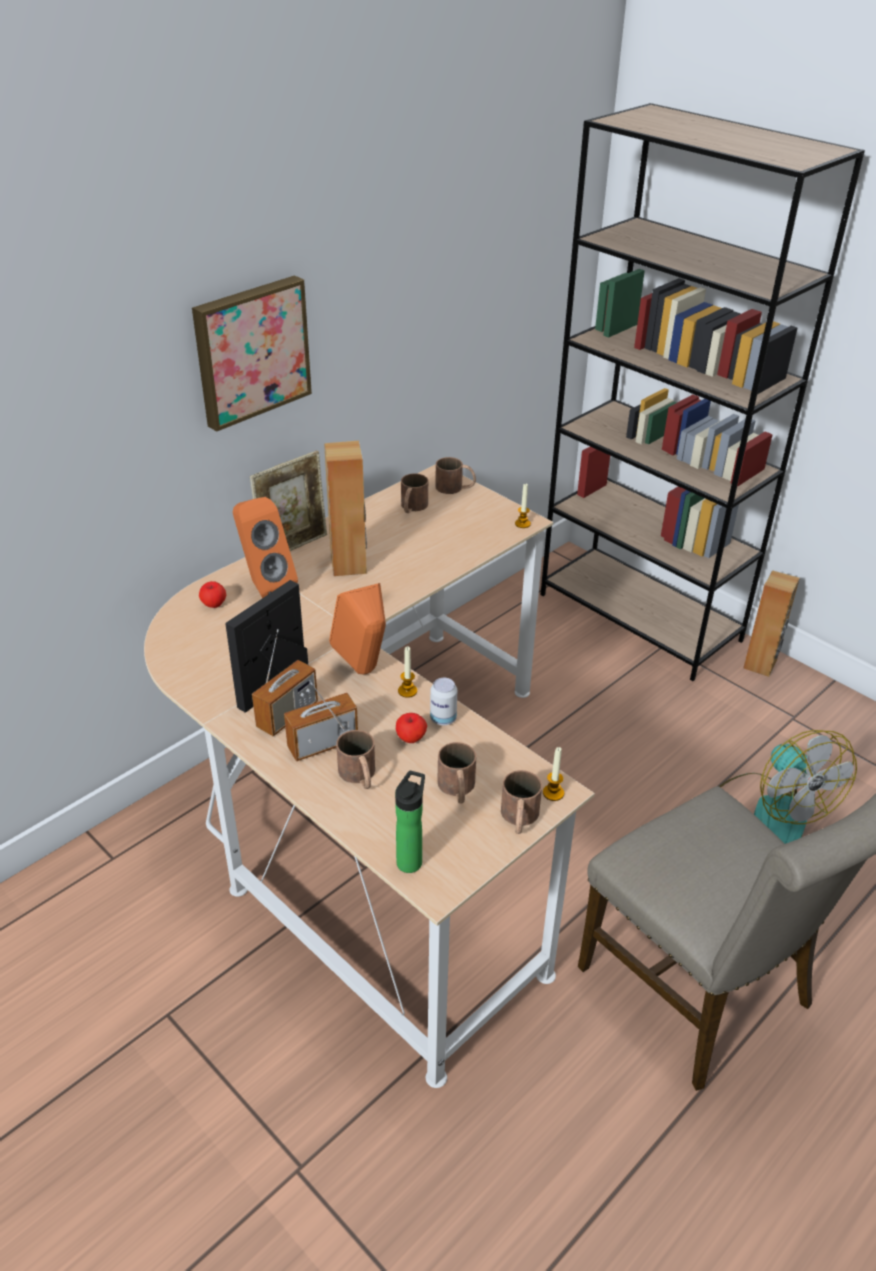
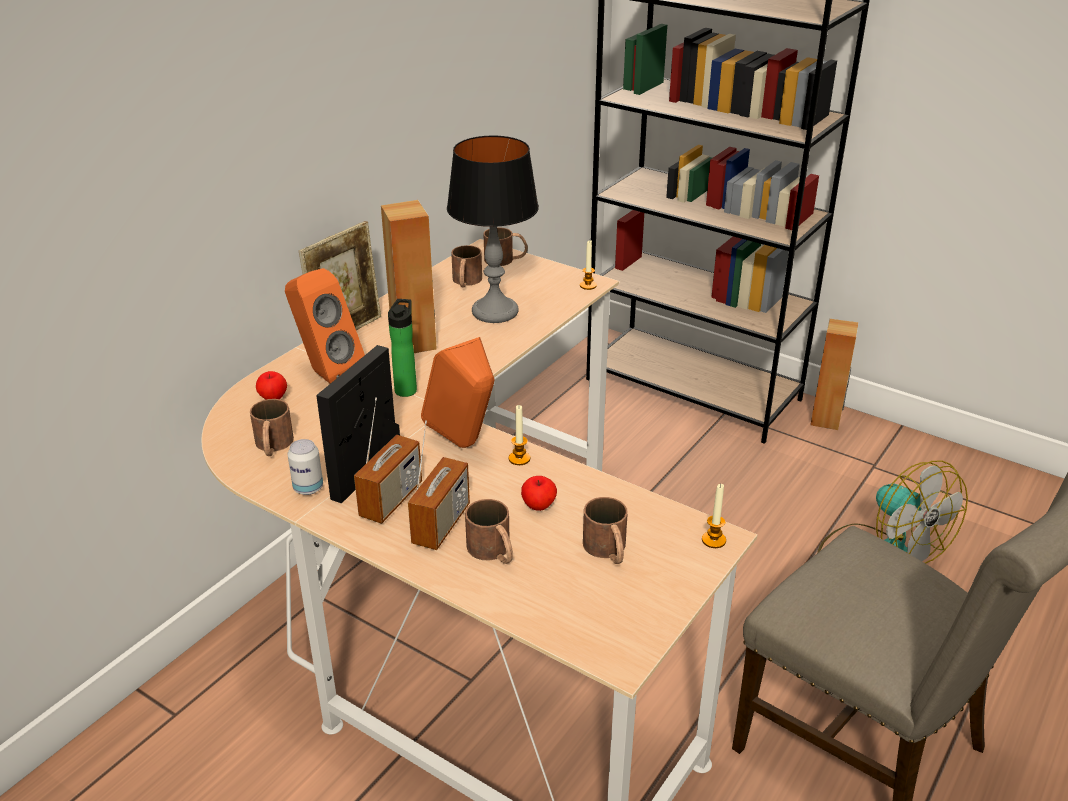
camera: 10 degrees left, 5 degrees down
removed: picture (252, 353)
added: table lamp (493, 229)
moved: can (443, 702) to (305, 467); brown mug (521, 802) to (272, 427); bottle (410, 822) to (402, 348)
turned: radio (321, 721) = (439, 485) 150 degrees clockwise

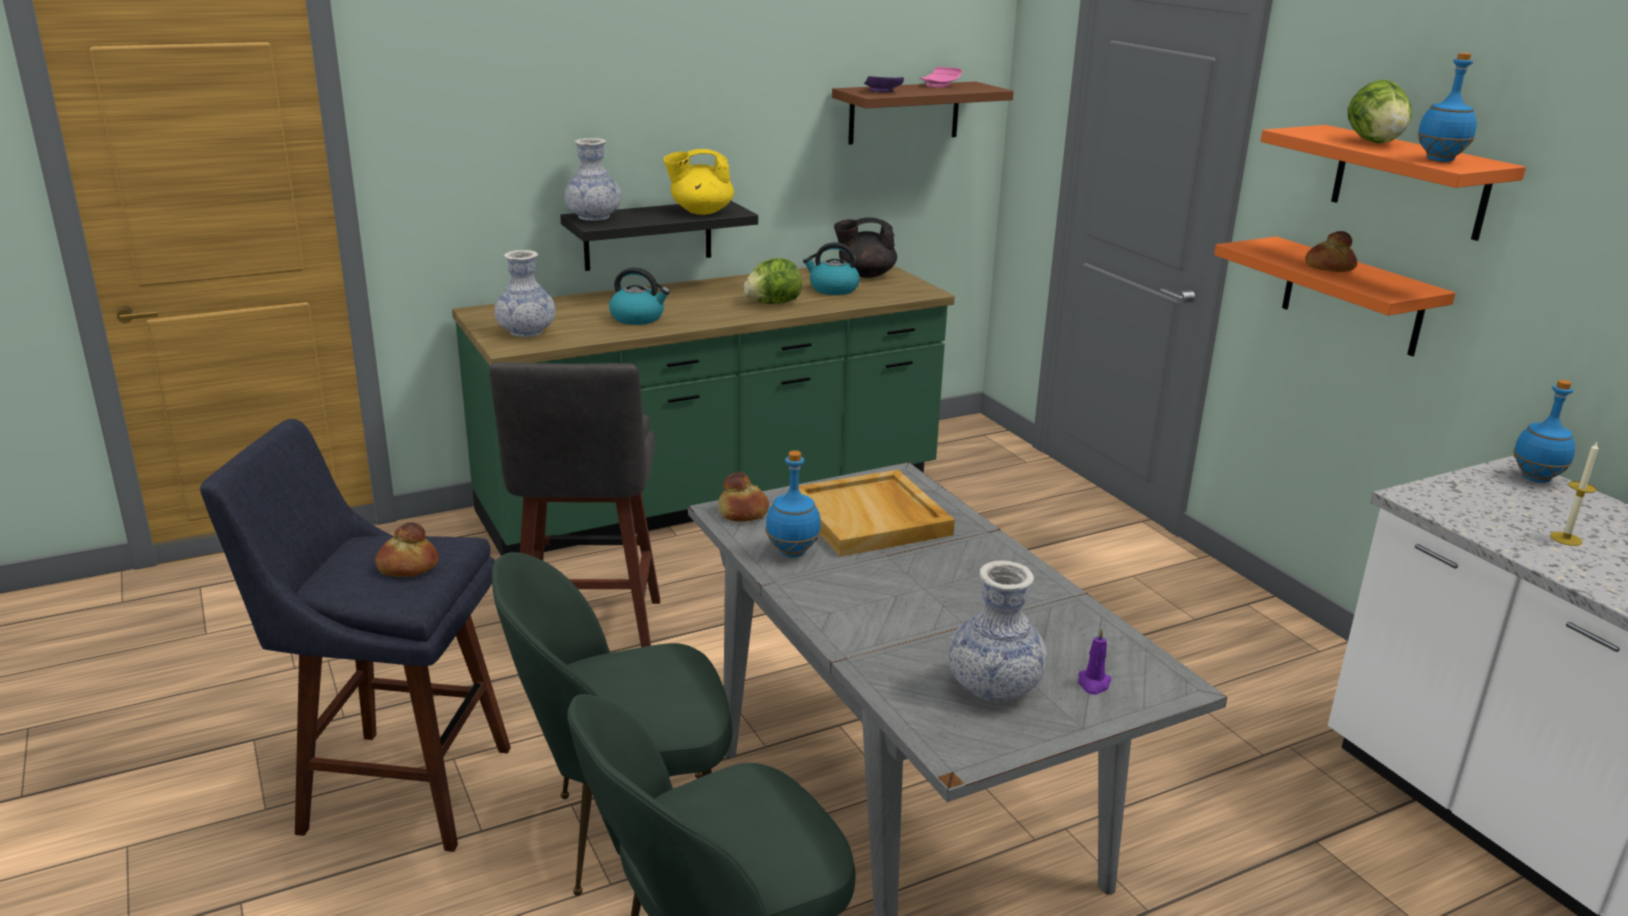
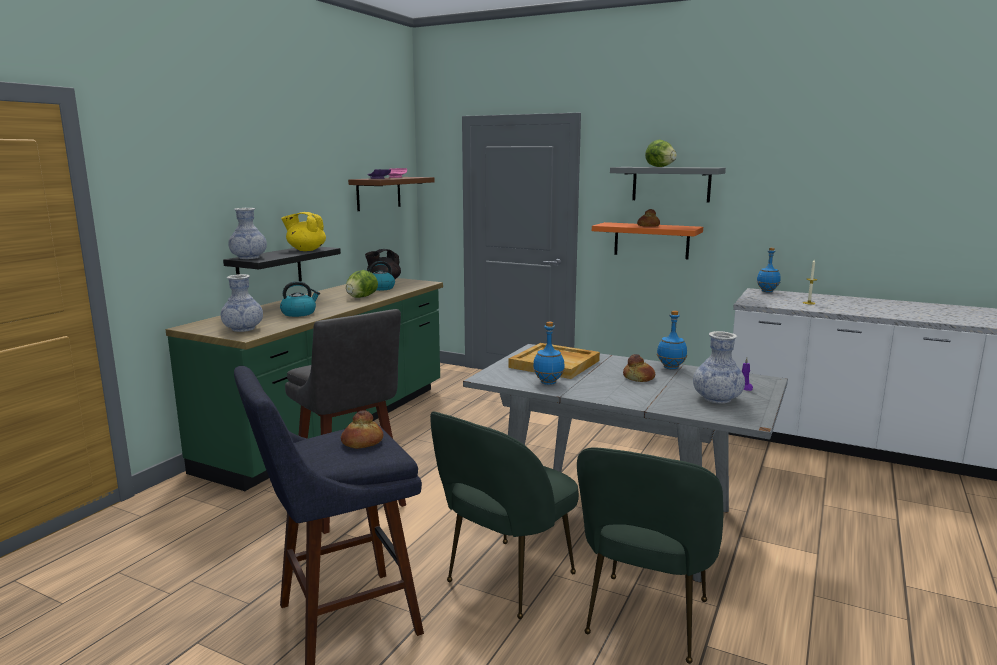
camera: 35 degrees left, 10 degrees down
moved: blue bottle (1447, 107) to (672, 340); bread (743, 497) to (639, 368)
recoloured: orange shelf (1393, 183) to grey shelf (668, 185)
turned: yellow teapot (698, 182) = (303, 231) 60 degrees clockwise

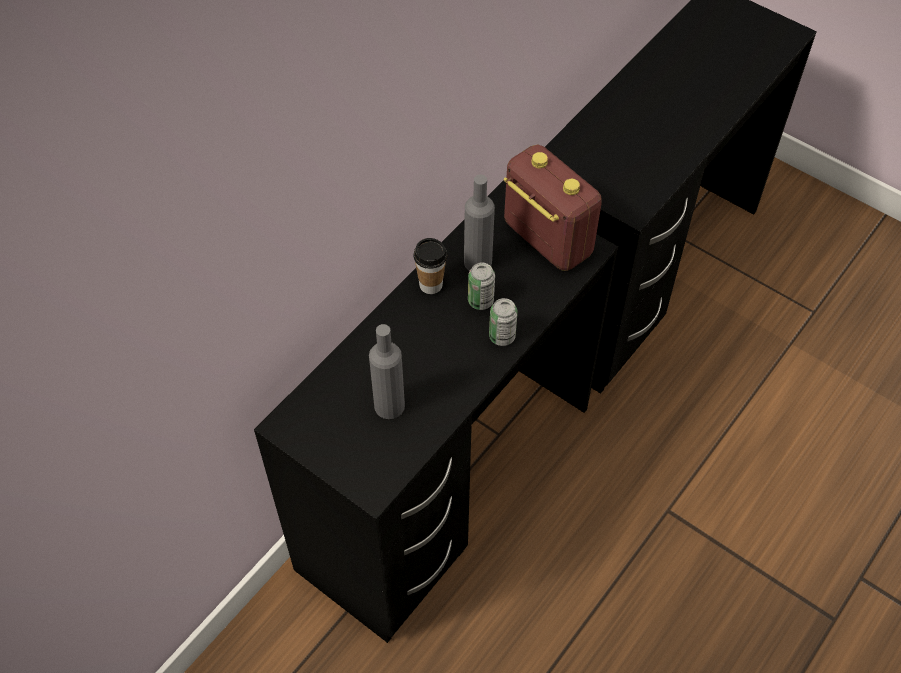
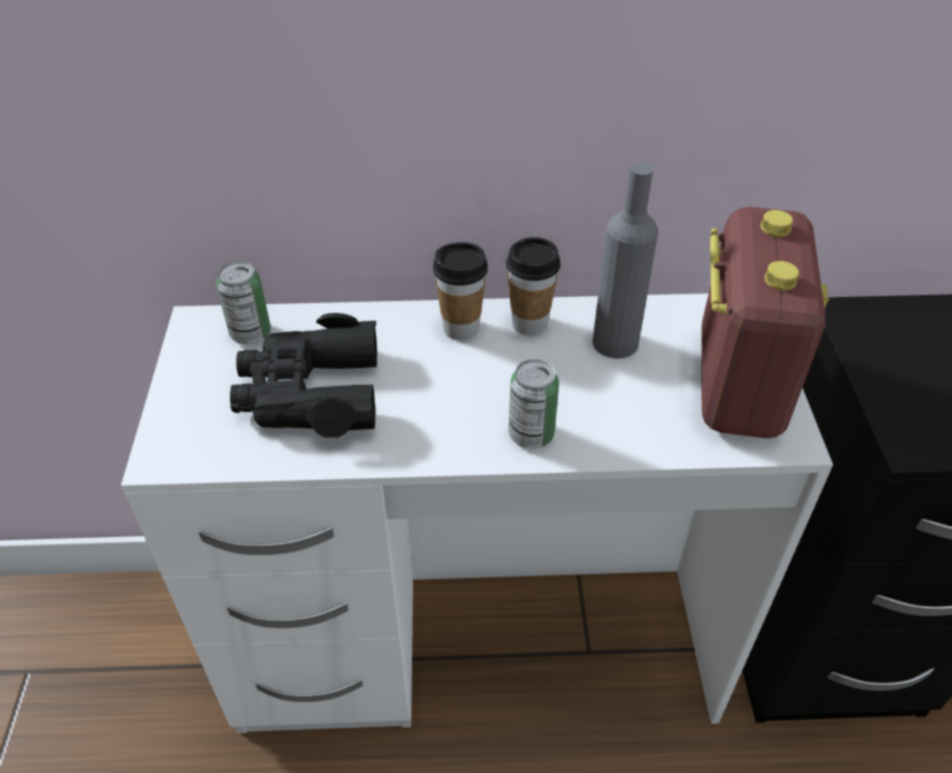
camera: 50 degrees right, 10 degrees down
added: cup (460, 291)
moved: can (481, 286) to (243, 302)
replaced: grey bottle (387, 371) to black binoculars (303, 375)
recoloured: black desk (436, 412) to white desk (477, 513)

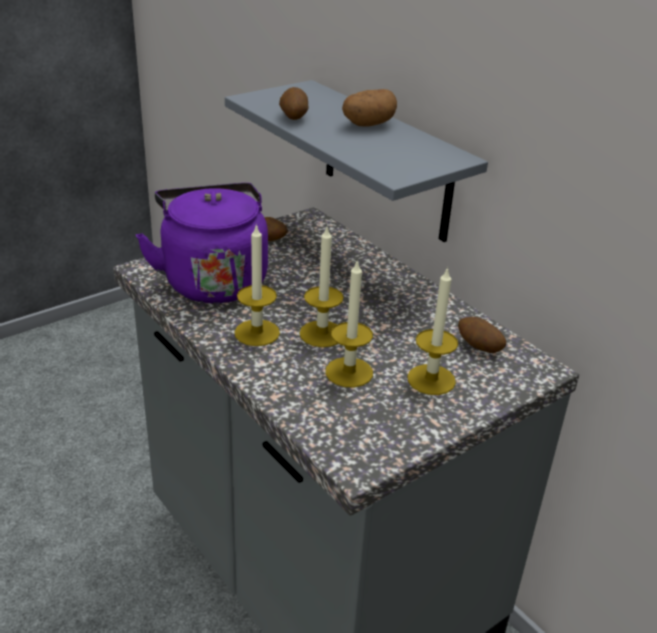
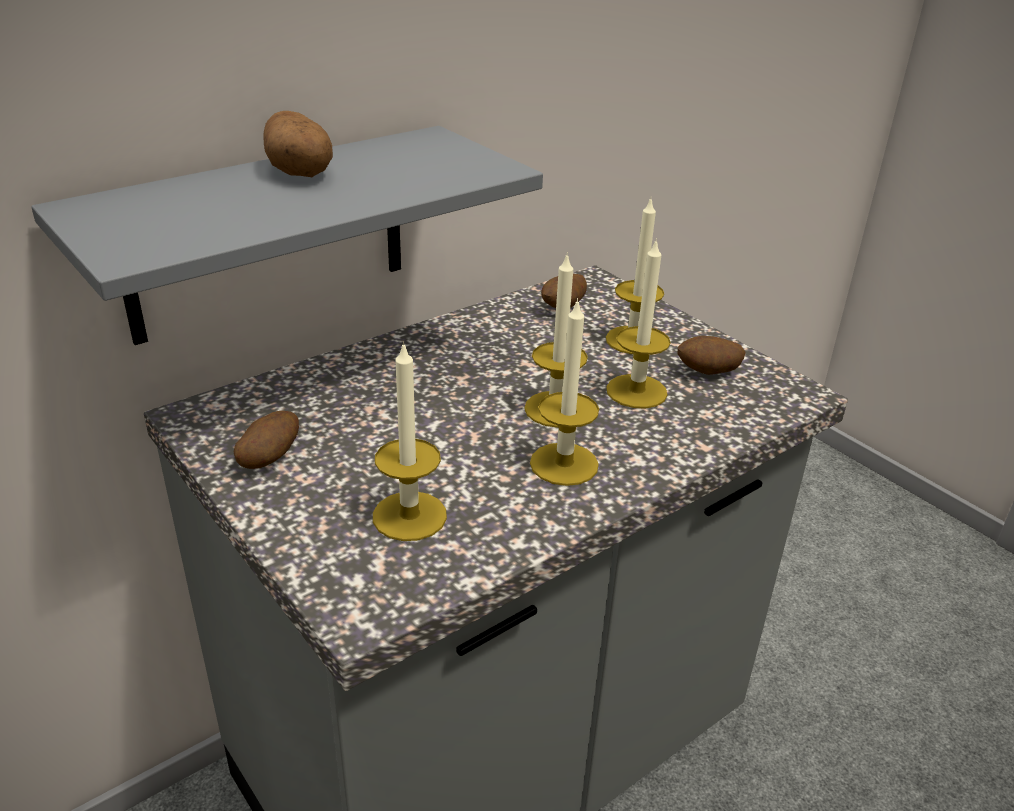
camera: 90 degrees left, 0 degrees up
moved: potato (294, 103) to (711, 355)
replaced: purple kettle (202, 243) to candle (410, 441)

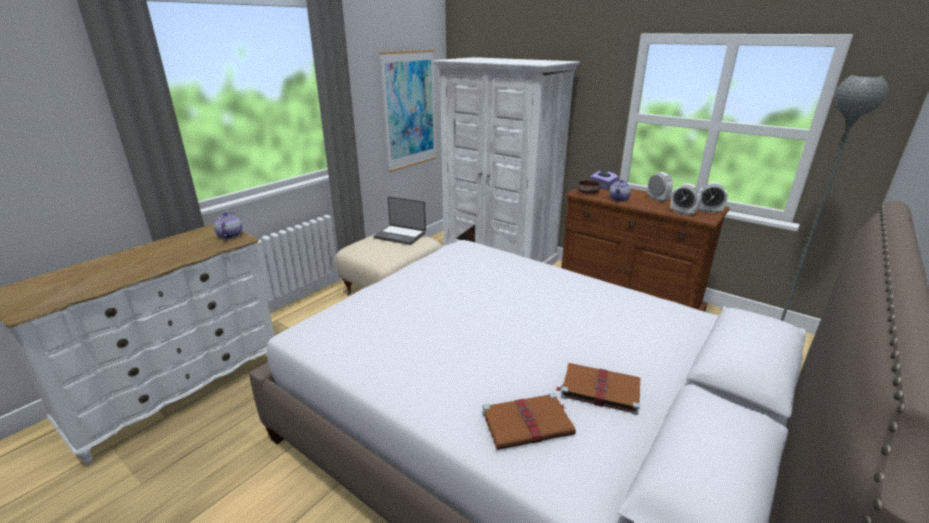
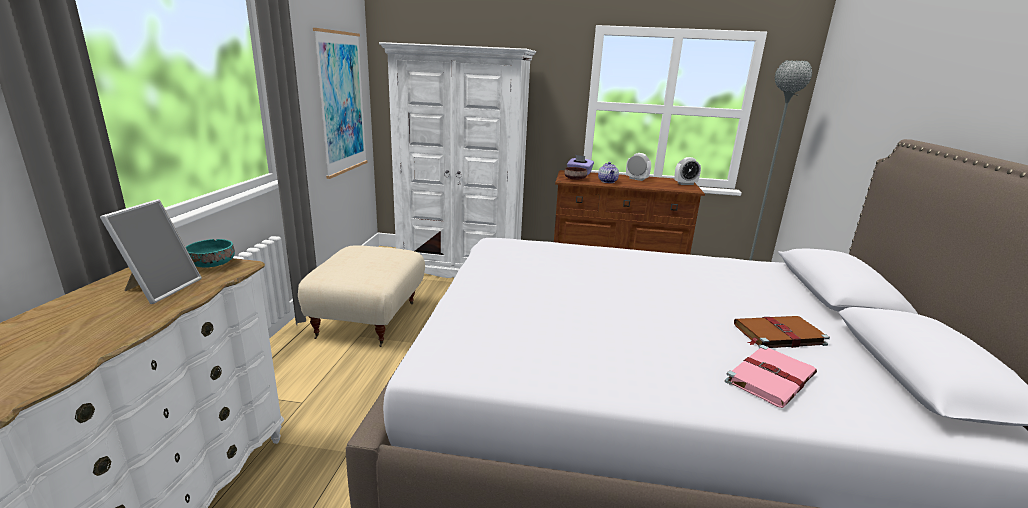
camera: 30 degrees left, 5 degrees down
removed: alarm clock (686, 199); laptop (399, 220)
added: picture frame (151, 251)
replaced: teapot (228, 225) to turquoise bowl (210, 253)
recoloured: brown book (529, 421) to pink book (771, 376)

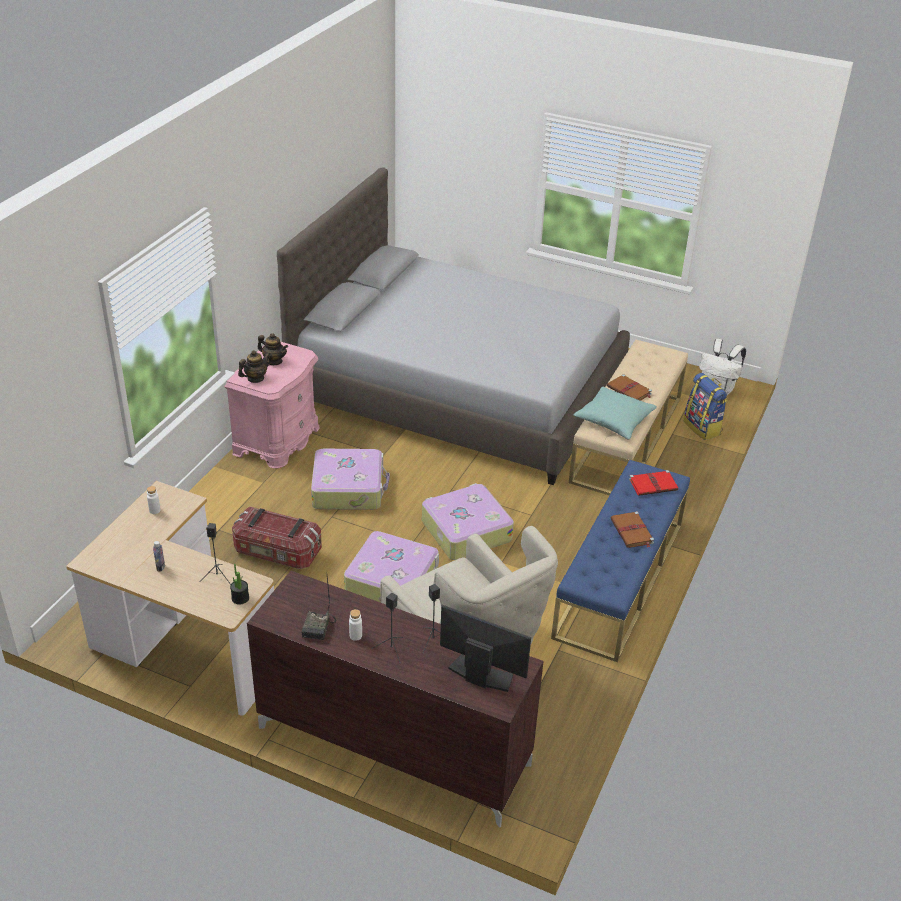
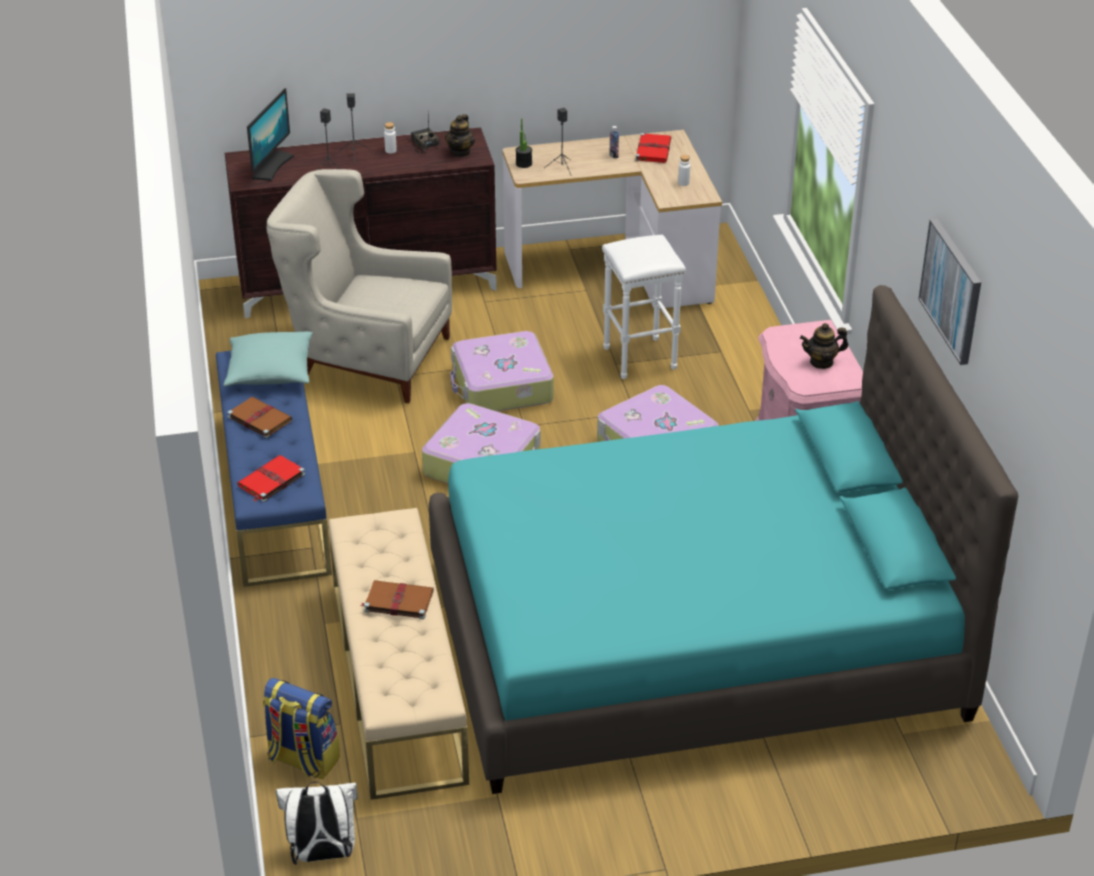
camera: 145 degrees right, 0 degrees up
added: red book (653, 148); picture (949, 292)
moved: teapot (254, 366) to (460, 135); turquoise pillow (615, 413) to (268, 359)
replaced: storage box (277, 537) to white stool (644, 307)
recoloured: grey bed (453, 326) to turquoise bed (723, 539)
turned: monitor (485, 648) = (270, 134) 60 degrees counterclockwise

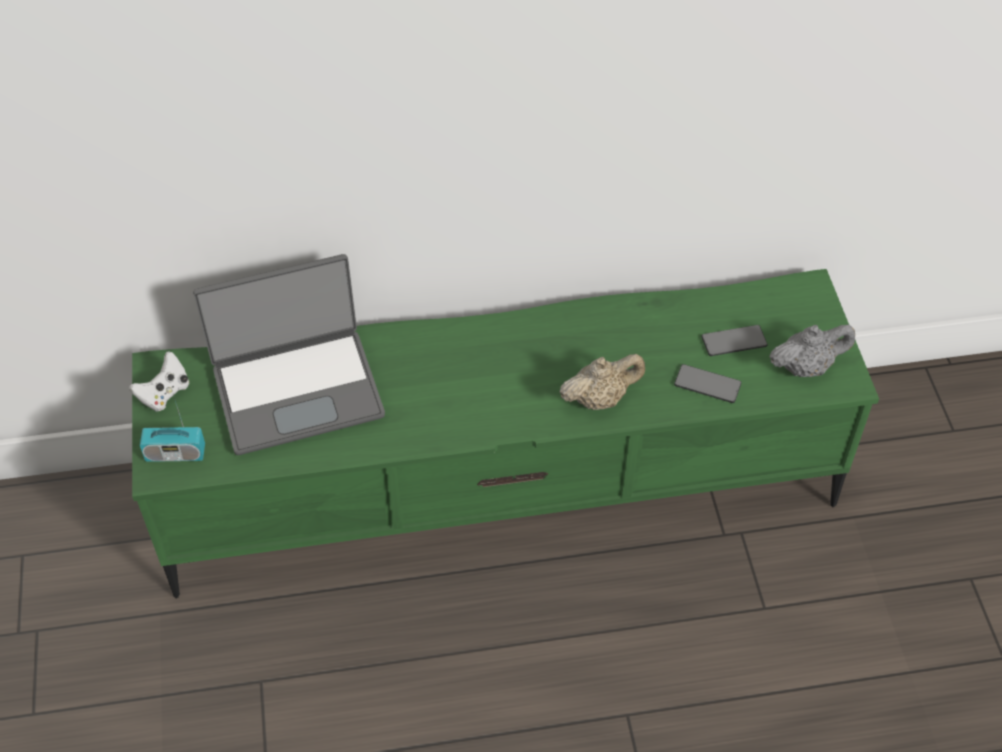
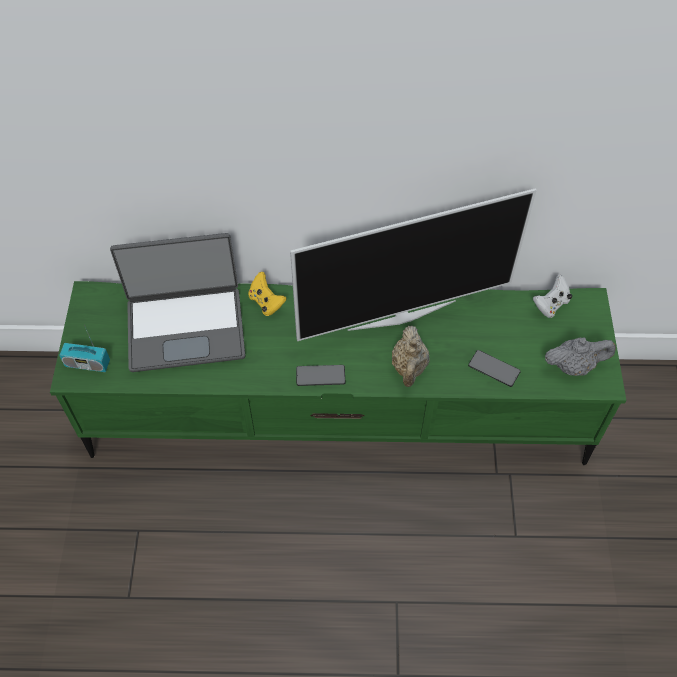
camera: 10 degrees right, 5 degrees up
added: television (413, 264); yellow game controller (267, 294)
moved: phone (734, 340) to (320, 375); white game controller (159, 381) to (552, 296)
turned: beige teapot (602, 382) = (411, 356) 105 degrees clockwise

